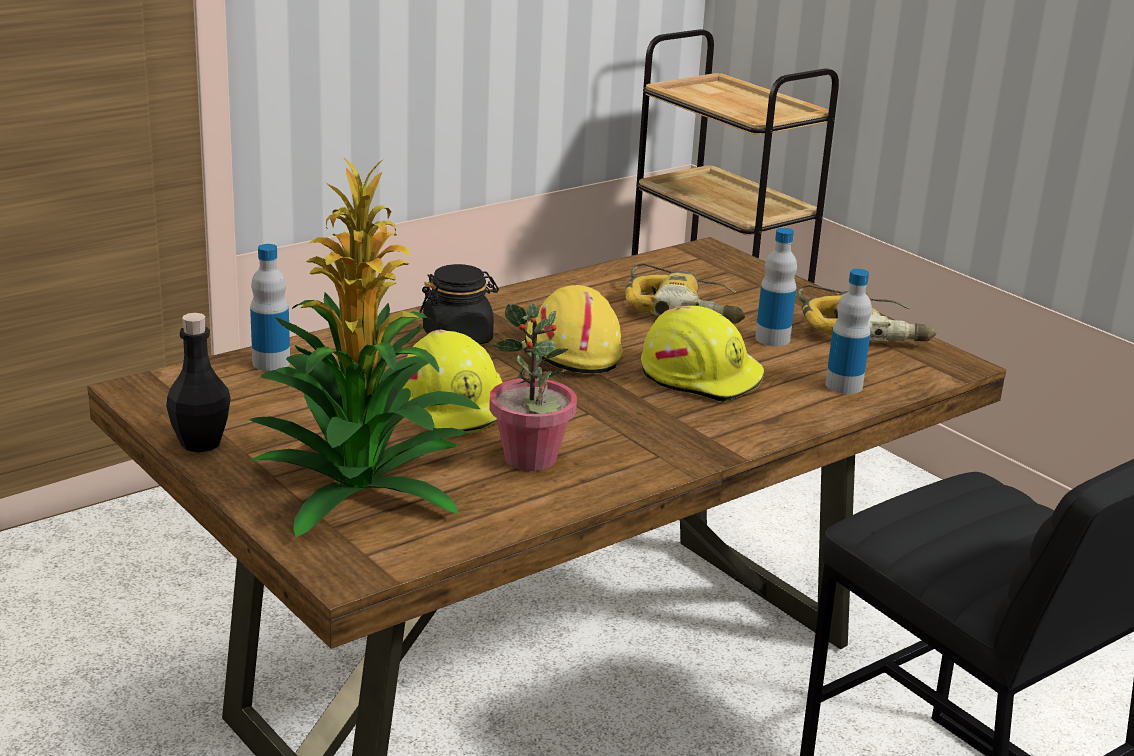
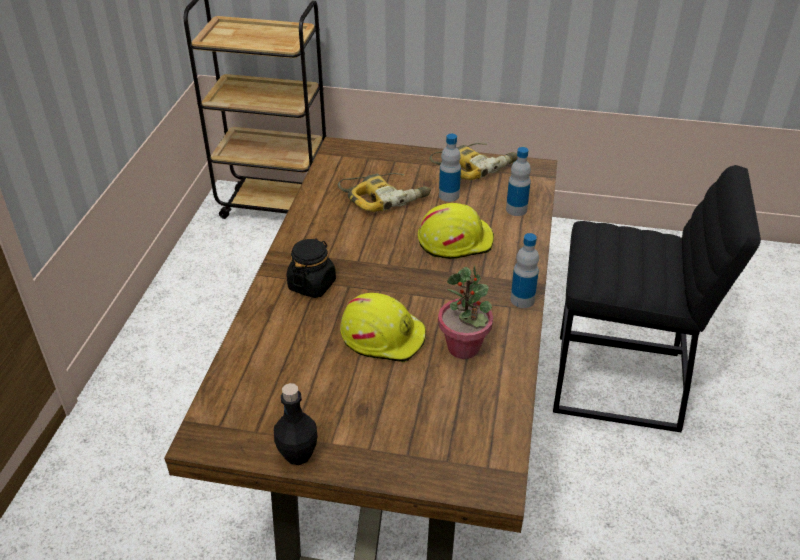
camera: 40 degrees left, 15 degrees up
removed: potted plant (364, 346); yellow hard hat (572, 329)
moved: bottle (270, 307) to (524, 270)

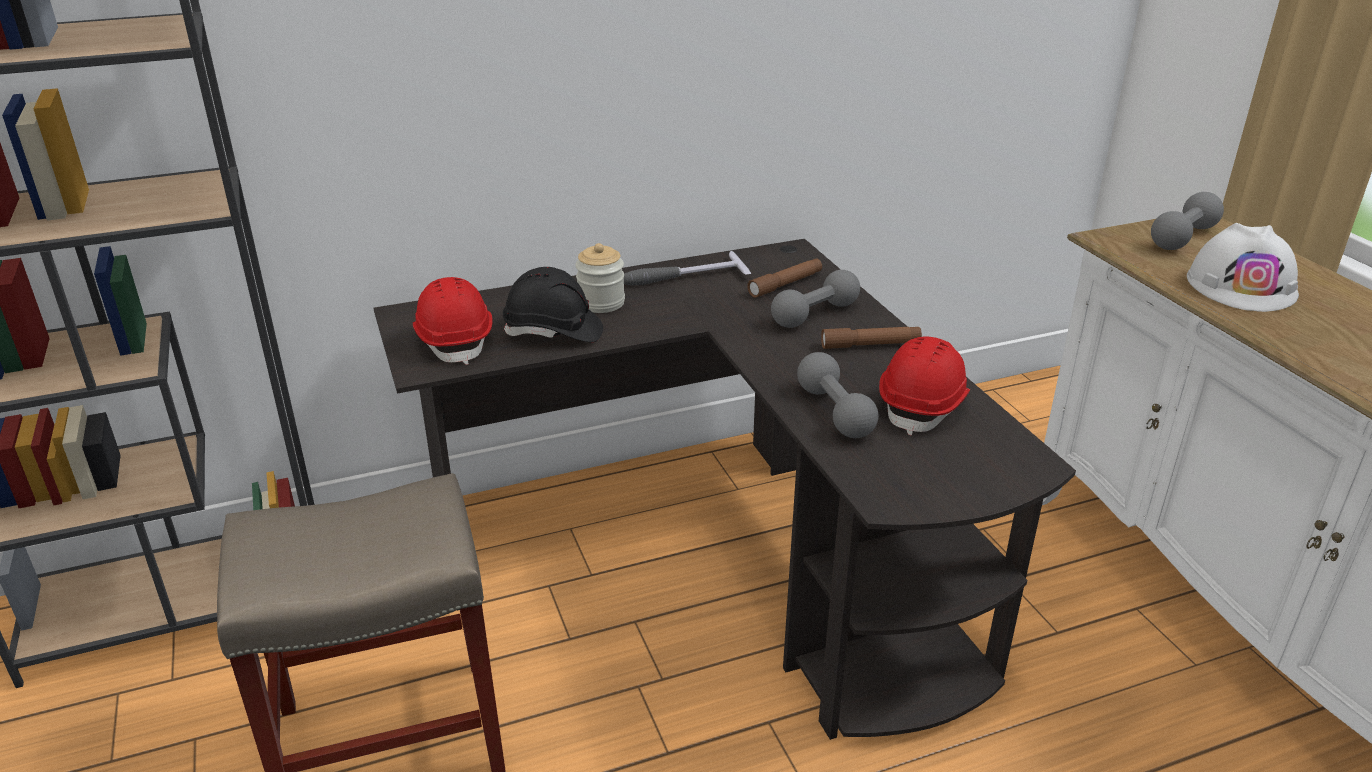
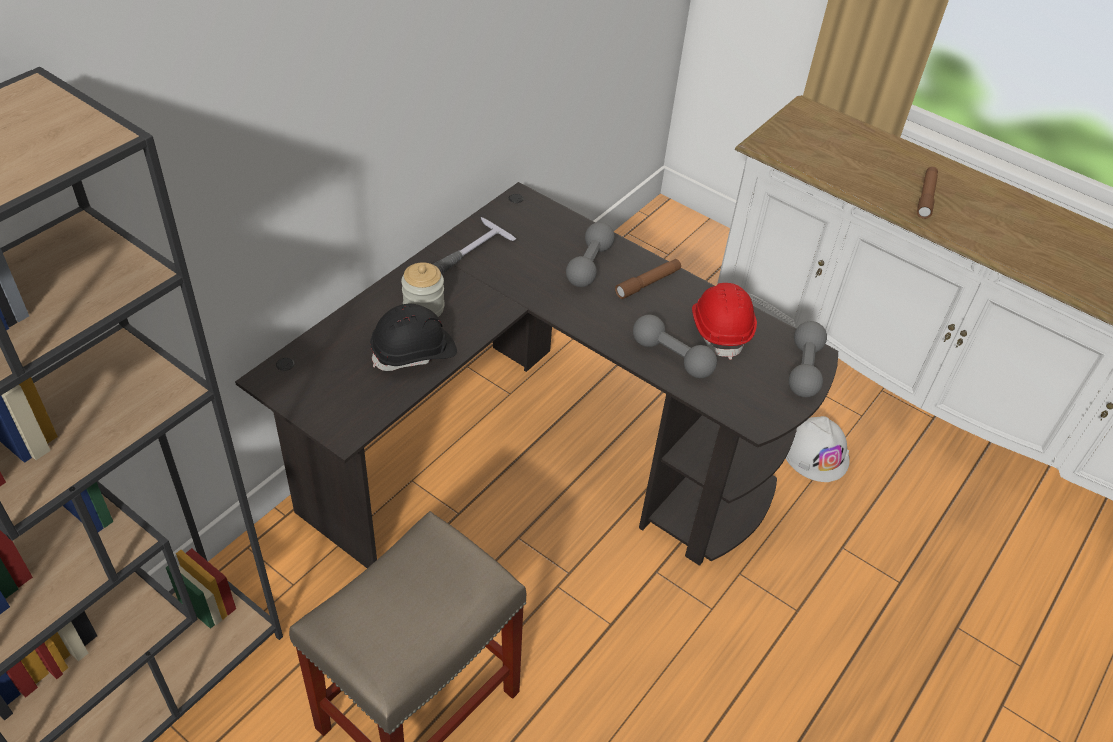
camera: 35 degrees left, 15 degrees up
removed: red hard hat (453, 321)
moved: grey dumbbell (1187, 221) to (808, 359); white hard hat (1243, 267) to (818, 449); brown flashlight (784, 278) to (927, 193)

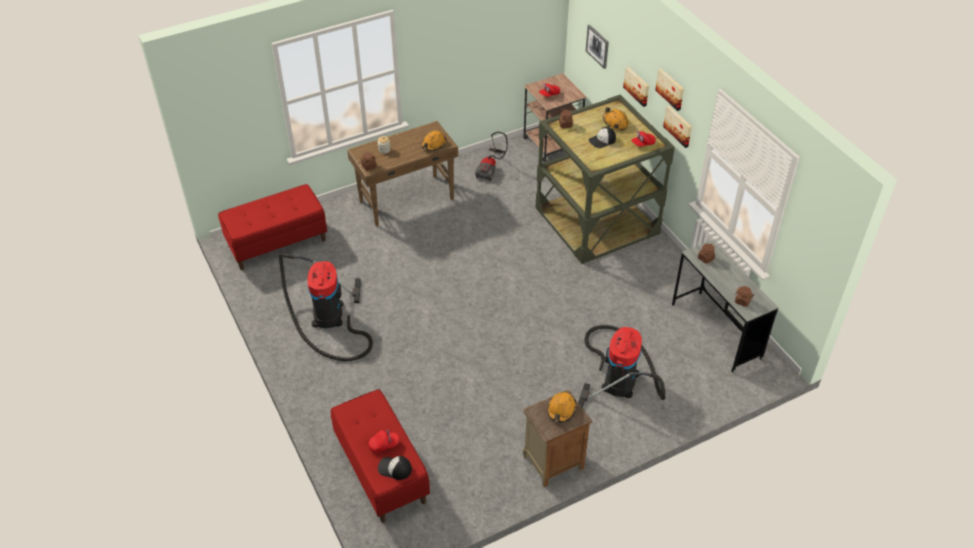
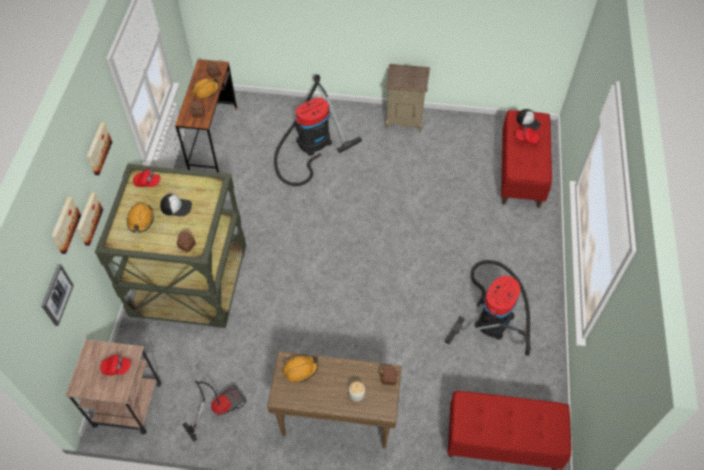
camera: 145 degrees left, 10 degrees up
moved: picture (677, 127) to (66, 225); orange hard hat (562, 407) to (205, 88)
recoloured: grey desk (725, 306) to brown desk (206, 116)

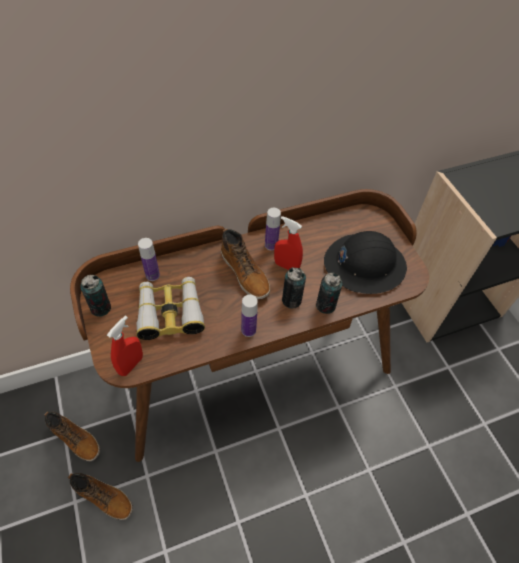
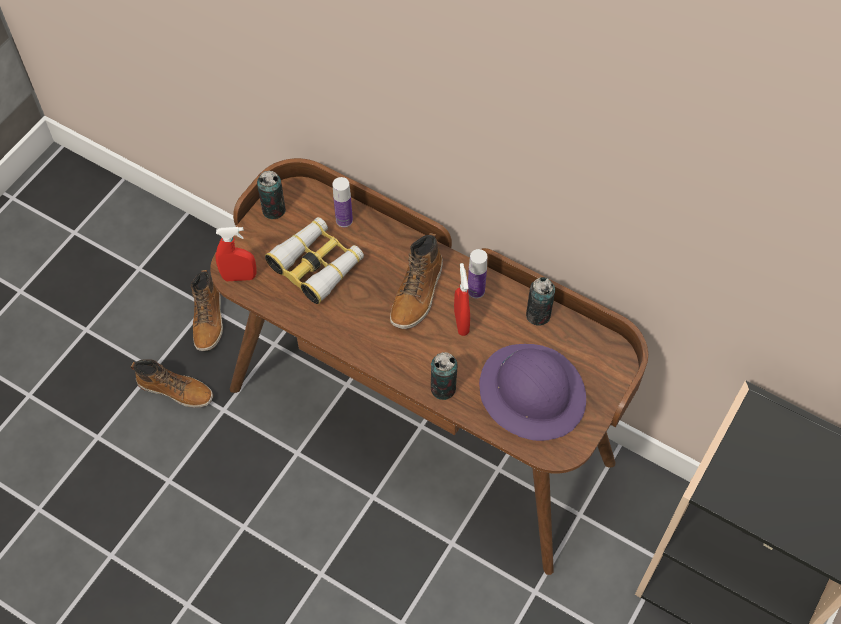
camera: 55 degrees right, 5 degrees up
removed: bottle (249, 316)
moved: can (294, 287) to (540, 301)
recoloured: black hard hat (365, 262) to purple hard hat (532, 392)
turned: boot (100, 496) = (172, 383) 60 degrees counterclockwise

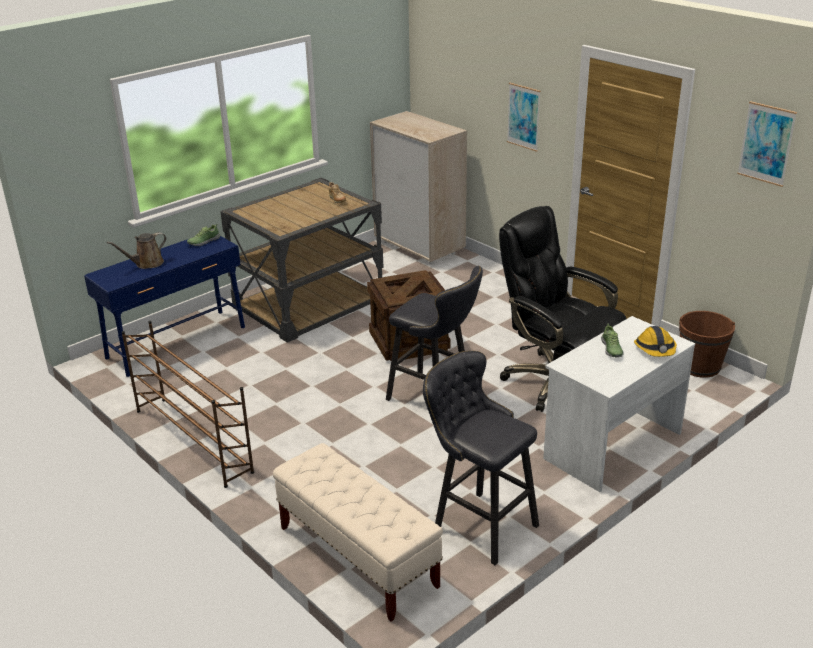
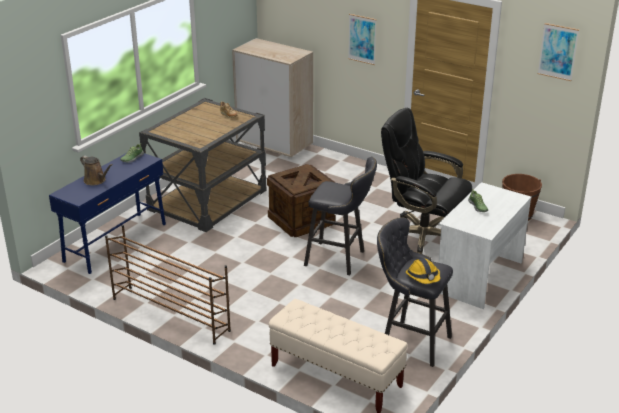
camera: 15 degrees left, 0 degrees up
moved: hard hat (655, 341) to (423, 271)
turned: brown watering can (136, 250) = (96, 171) 90 degrees counterclockwise

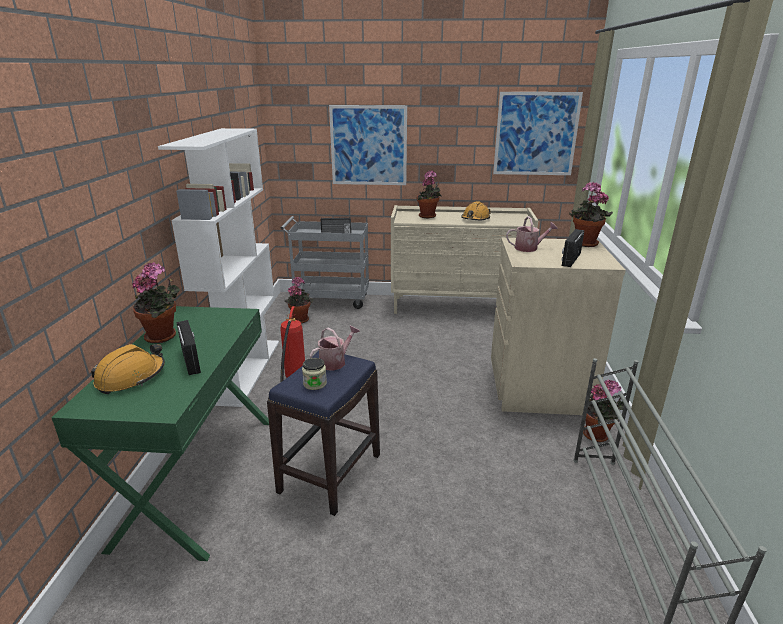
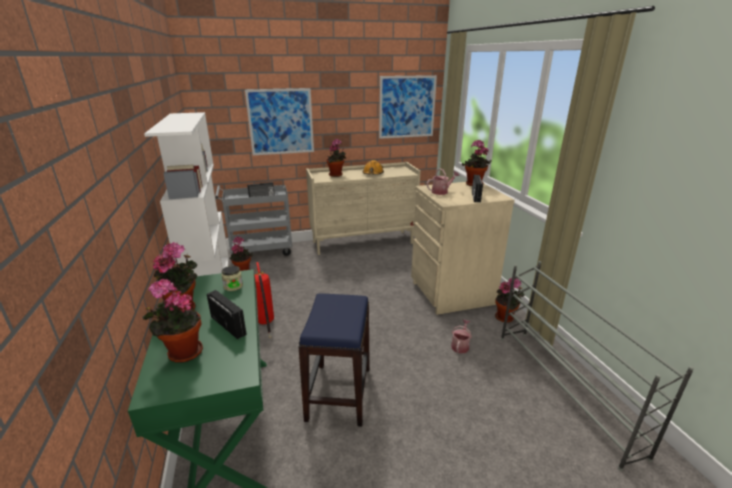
camera: 20 degrees left, 0 degrees up
moved: watering can (335, 348) to (461, 337); jar (314, 374) to (232, 278)
replaced: orange hard hat (128, 369) to potted plant (172, 321)

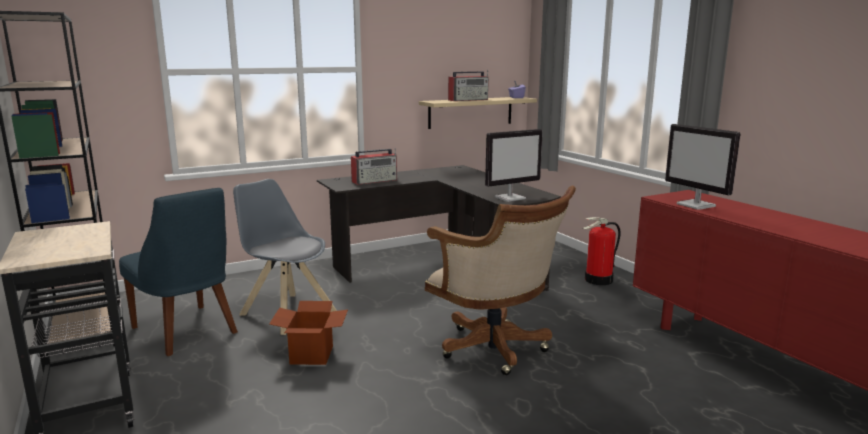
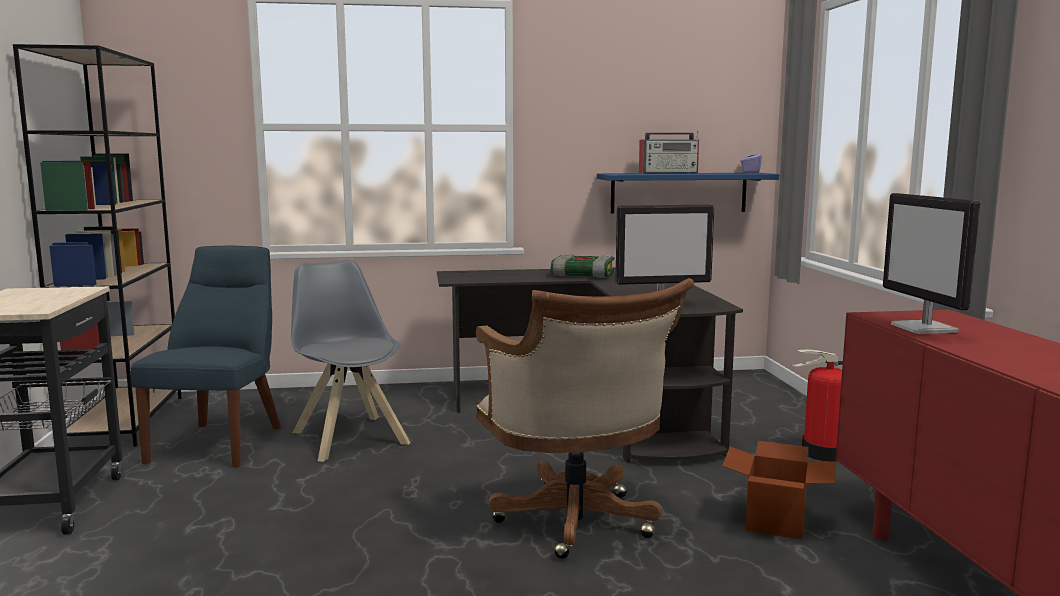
camera: 20 degrees right, 5 degrees down
removed: radio (374, 166)
added: book (583, 266)
moved: cardboard box (308, 333) to (779, 490)
recoloured: beige shelf (478, 113) to blue shelf (688, 193)
turned: blue chair (178, 272) = (206, 357) 150 degrees counterclockwise

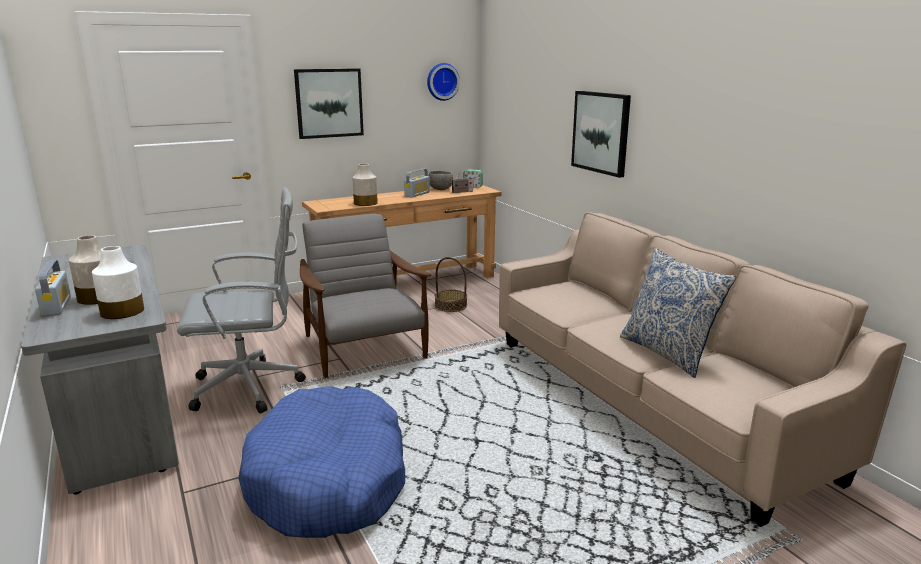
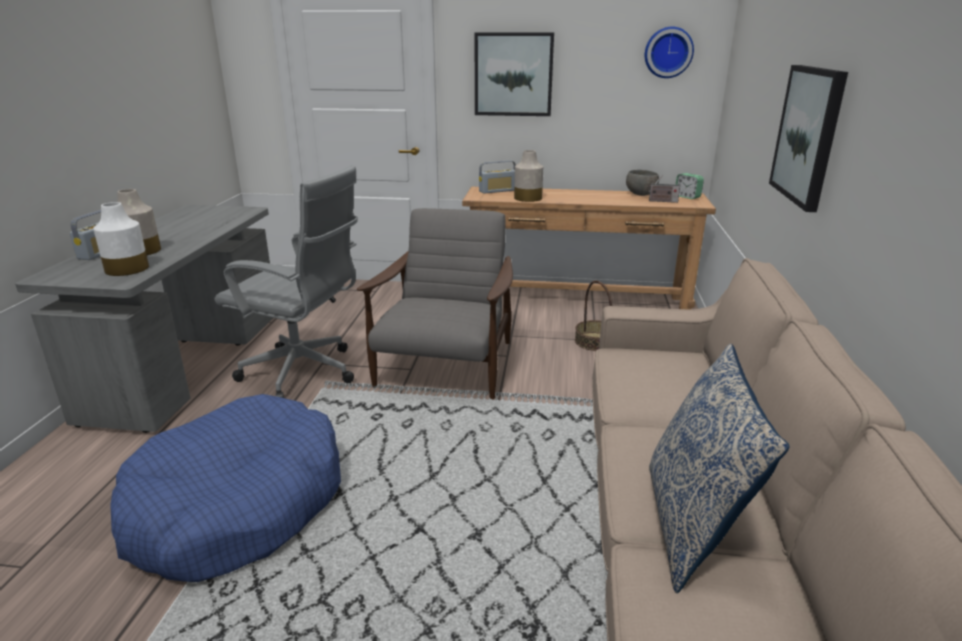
camera: 35 degrees right, 5 degrees up
moved: radio (417, 183) to (497, 177)

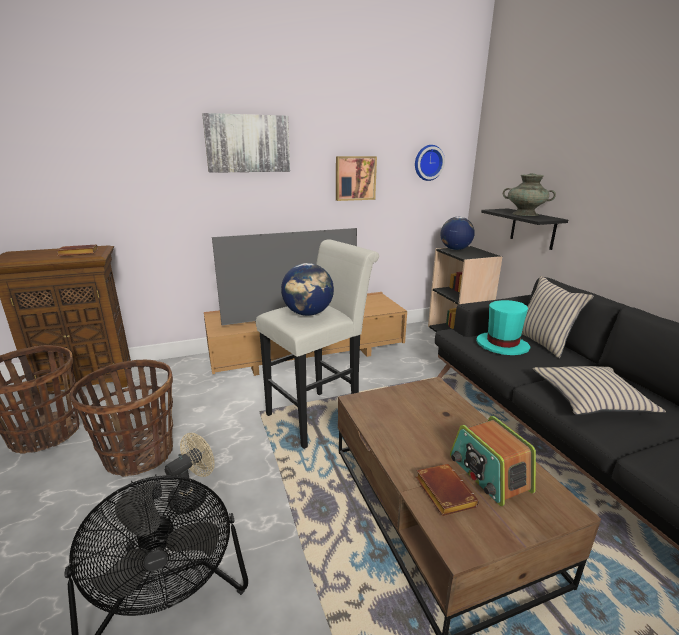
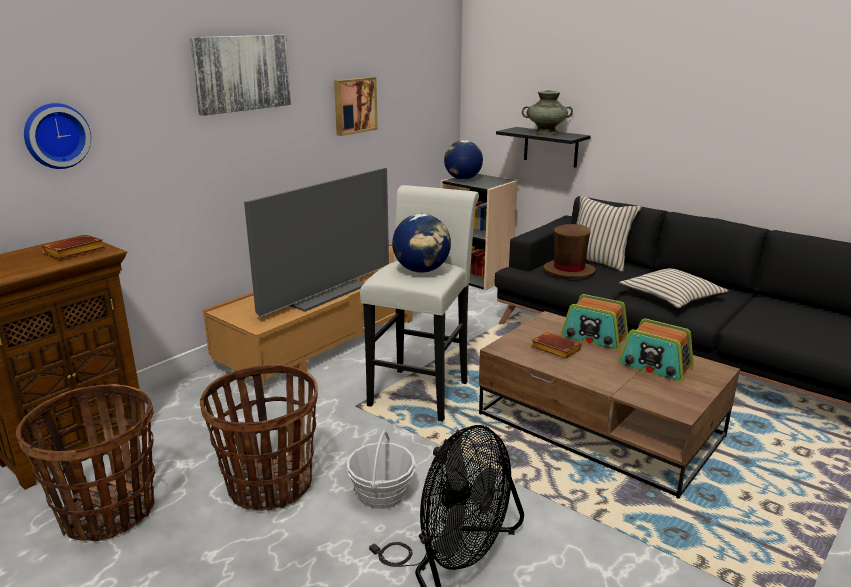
camera: 30 degrees left, 0 degrees up
added: radio (594, 322)
moved: wall clock (430, 163) to (57, 136); brown book (447, 490) to (556, 345)
replaced: beige fan (190, 473) to basket (381, 469)
recoloured: turquoise hat (503, 327) to brown hat (569, 251)

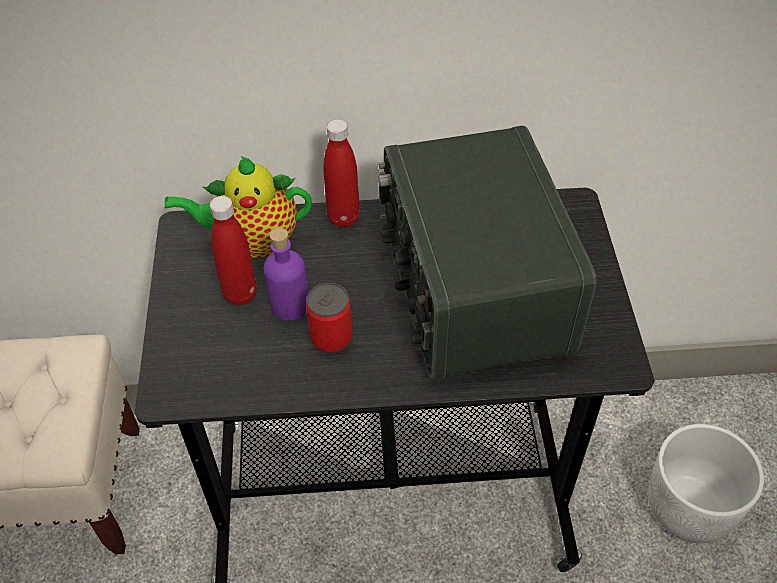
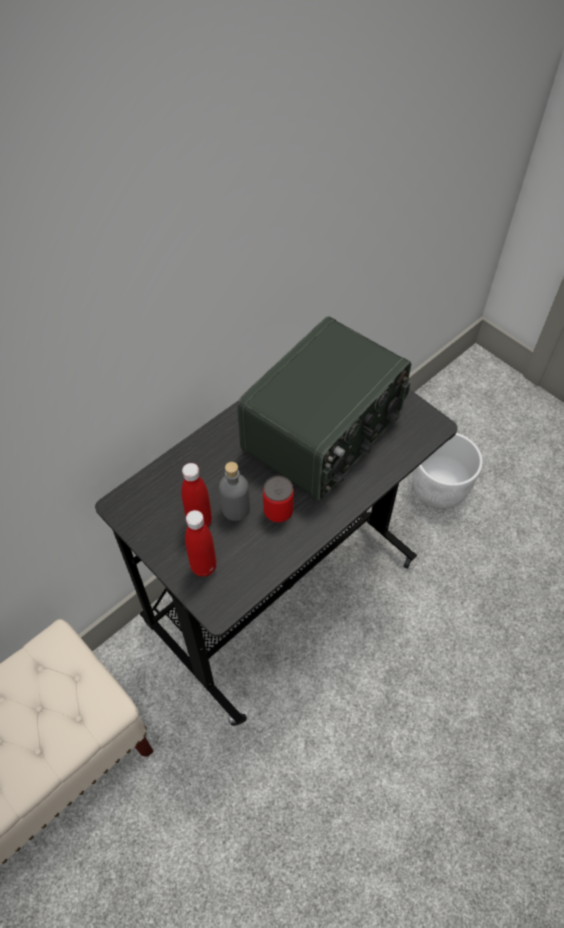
camera: 40 degrees left, 5 degrees up
removed: teapot (238, 207)
moved: red bottle (341, 173) to (201, 543)
recoloured: purple bottle (286, 274) to grey bottle (234, 491)
turned: radio (487, 252) = (324, 408) 90 degrees counterclockwise

